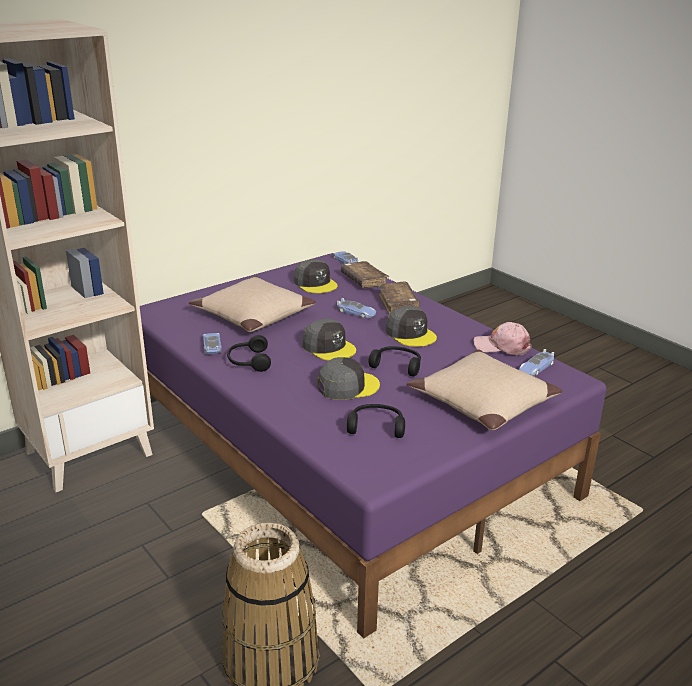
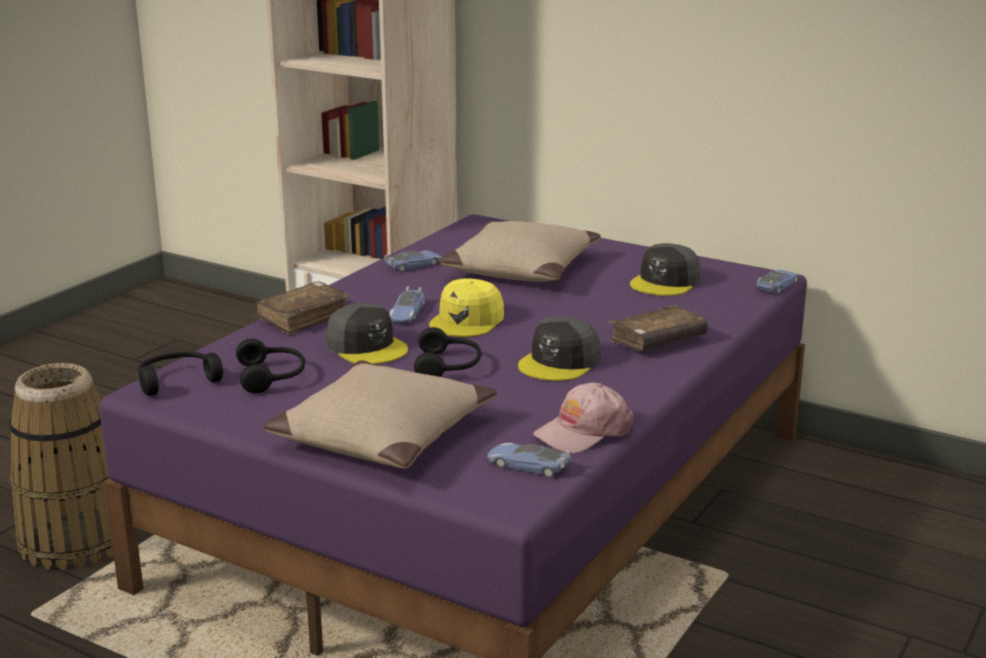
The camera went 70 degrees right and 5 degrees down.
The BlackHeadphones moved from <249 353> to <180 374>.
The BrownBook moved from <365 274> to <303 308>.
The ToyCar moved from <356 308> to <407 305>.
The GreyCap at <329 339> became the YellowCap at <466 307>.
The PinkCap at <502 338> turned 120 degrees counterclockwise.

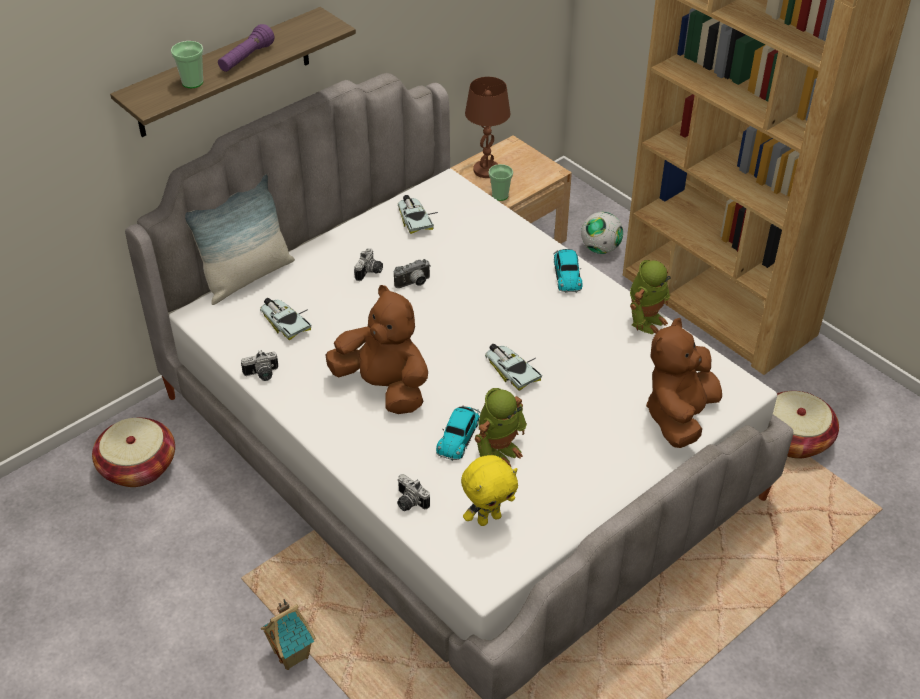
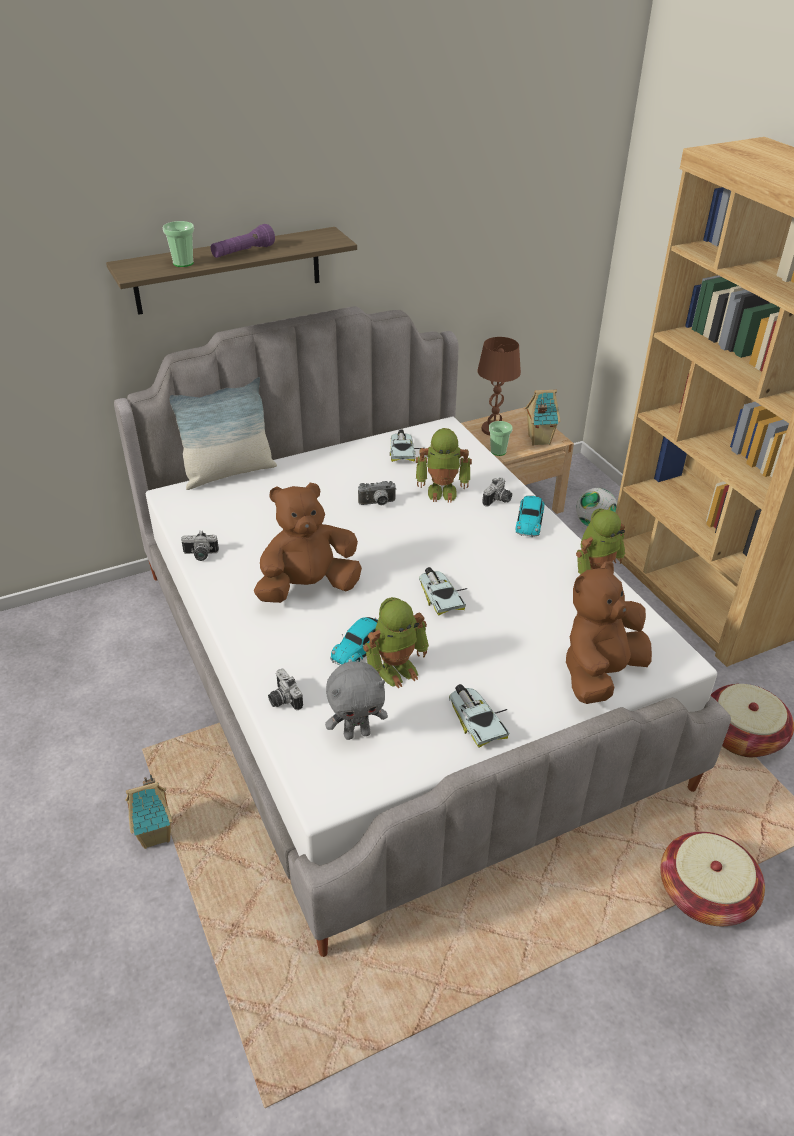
The camera went 15 degrees right and 5 degrees down.
The BrownPlushToy at <376 349> turned 75 degrees counterclockwise.
The YellowPlushToy at <489 490> became the GreyPlushToy at <356 700>.
The ToyRobot at <444 465> appeared.
The ToyCar moved from <285 319> to <479 715>.
The PhotoCamera moved from <368 264> to <497 492>.
The ToyHouse at <542 417> appeared.
The Basket moved from <133 452> to <712 879>.

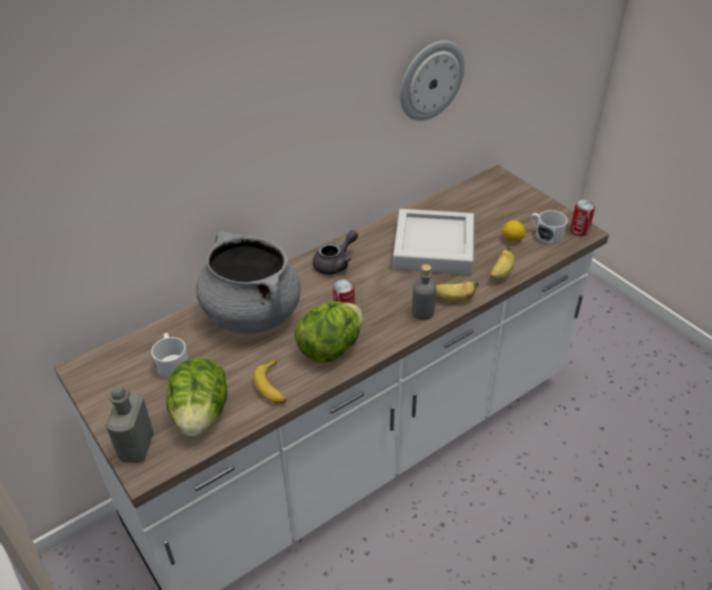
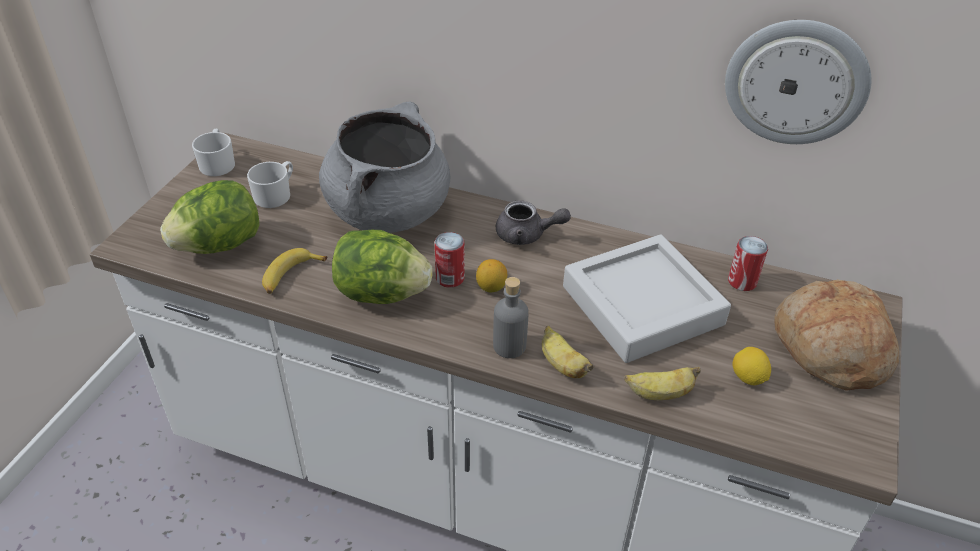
The camera went 55 degrees right and 0 degrees up.
The WhiteMug moved from <549 227> to <213 152>.
The Lemon at <491 275> appeared.
The Can moved from <582 218> to <748 263>.
The Bread at <837 335> appeared.
The GreyBottle at <130 424> disappeared.

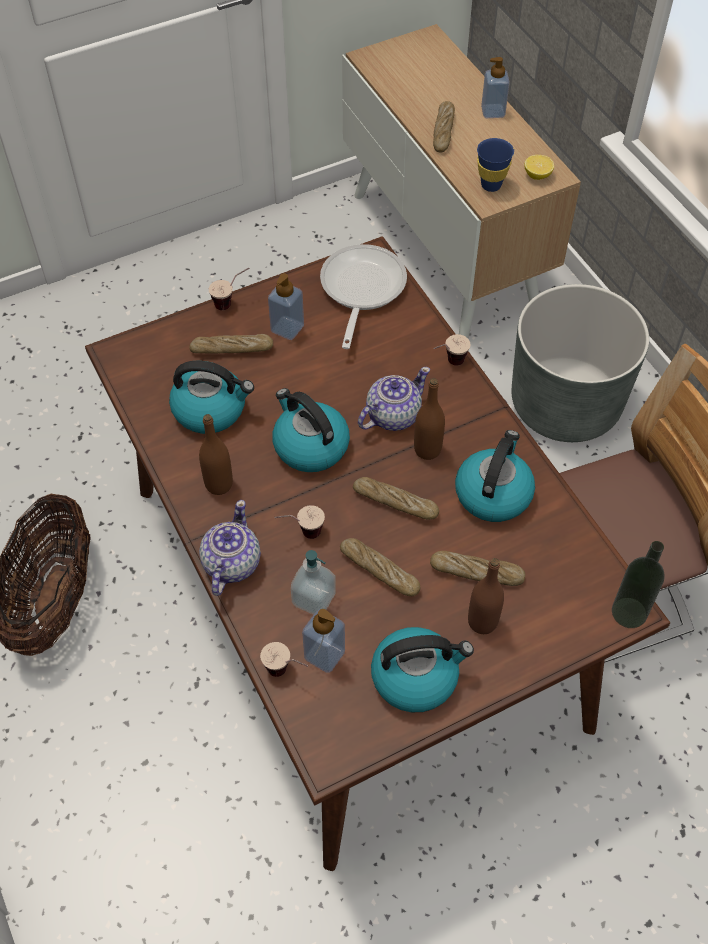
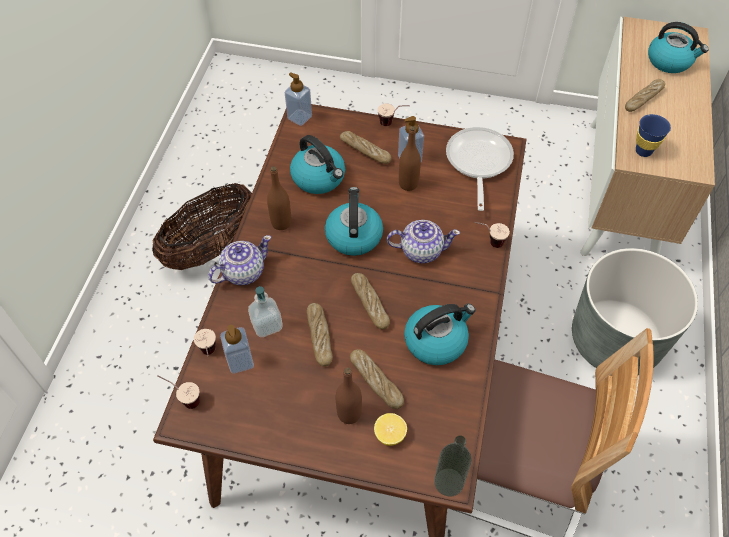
The camera went 40 degrees right and 0 degrees up.
The Cup moved from <299 522> to <178 392>.
The SoapDispenser moved from <495 87> to <298 99>.
The Lemon moved from <539 167> to <390 429>.
The BrownBottle moved from <429 419> to <410 158>.
The FryingPan at <363 296> turned 45 degrees counterclockwise.
The Kettle moved from <422 669> to <678 47>.

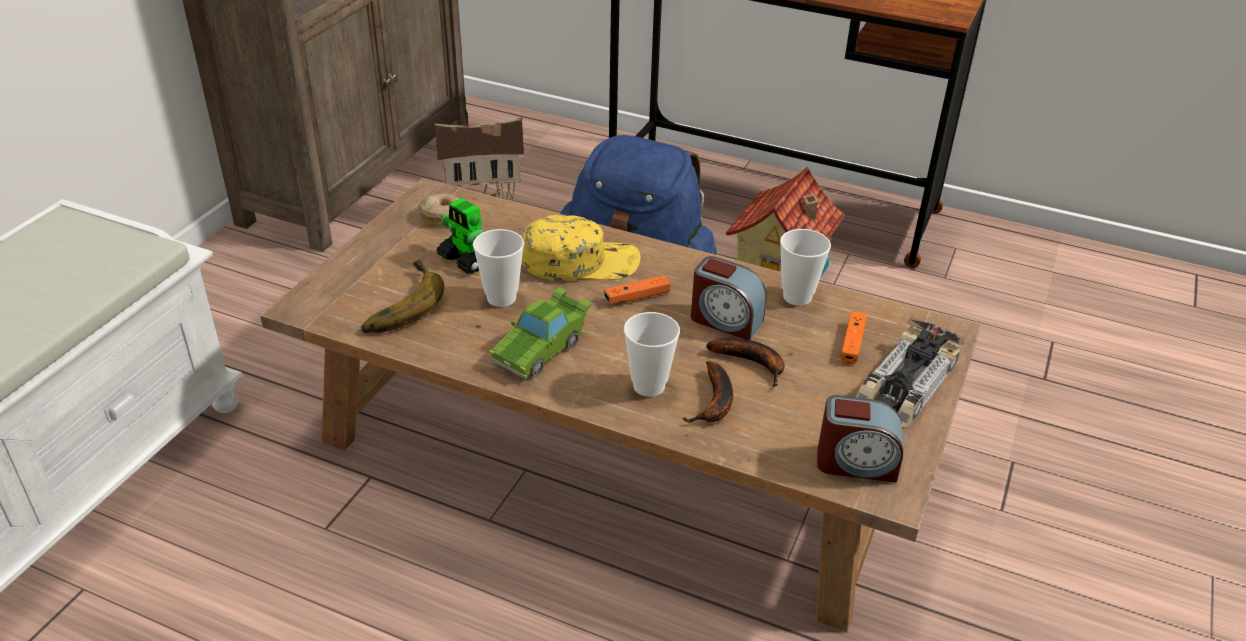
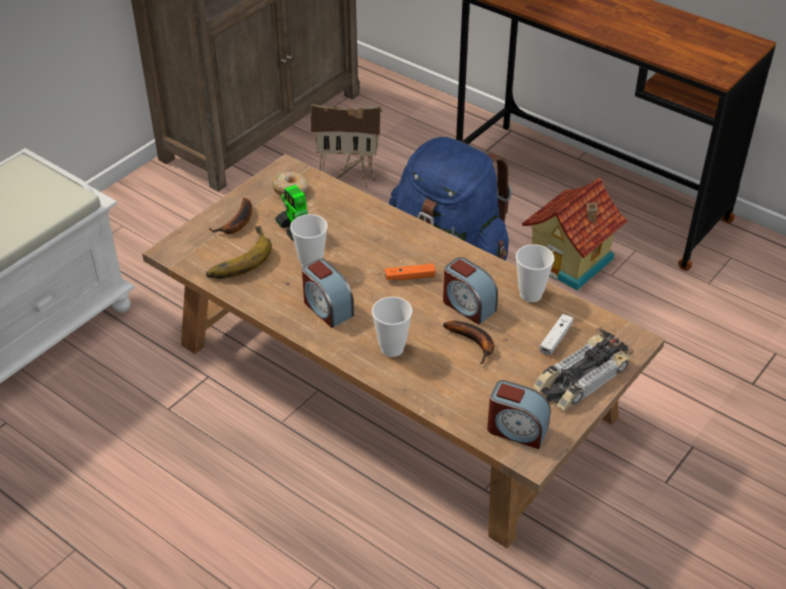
The camera went 15 degrees right and 5 degrees up.
The Banana moved from <707 392> to <230 216>.
The GreenToyCar at <540 333> was replaced by the AlarmClock at <328 293>.
The OrangeGameController at <853 337> became the WhiteGameController at <556 335>.
The YellowCap at <581 248> disappeared.

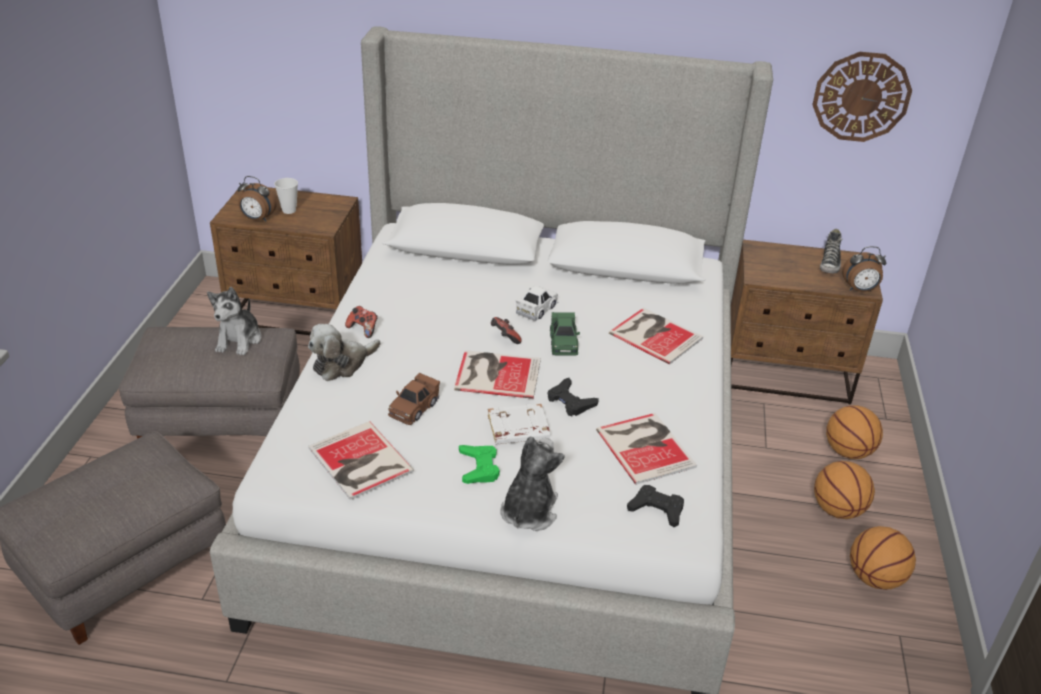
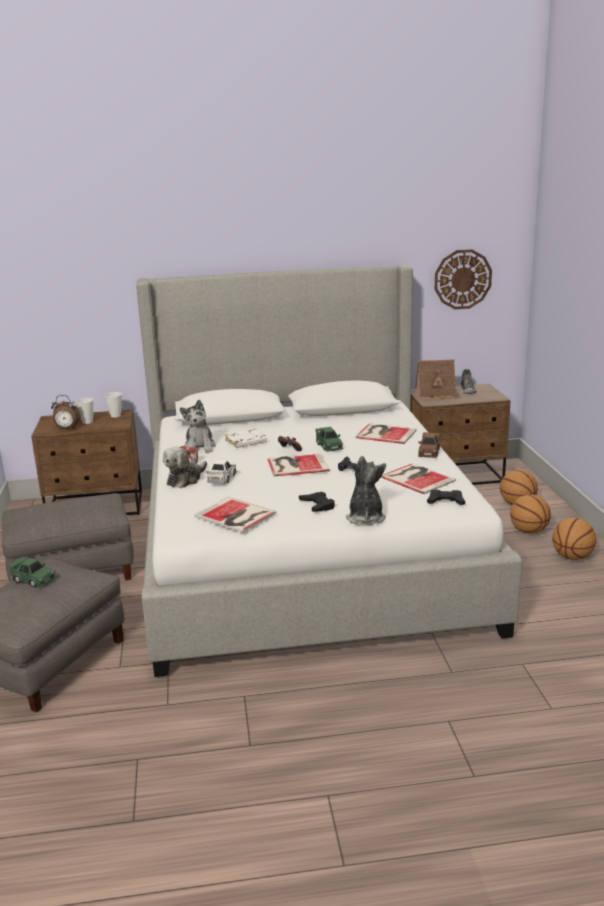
The camera went 15 degrees left and 15 degrees down.
The GreenToyCar at <32 572> appeared.
The Cup at <113 405> appeared.
The PlushToy moved from <234 321> to <198 426>.
The WhiteToyCar moved from <537 303> to <221 472>.
The WhiteBook moved from <519 424> to <246 438>.
The GreenGameController at <479 464> became the BlackGameController at <317 502>.
The ToyHouse at <438 379> appeared.
The BrownToyCar moved from <414 399> to <429 445>.
The AlarmClock at <864 269> disappeared.

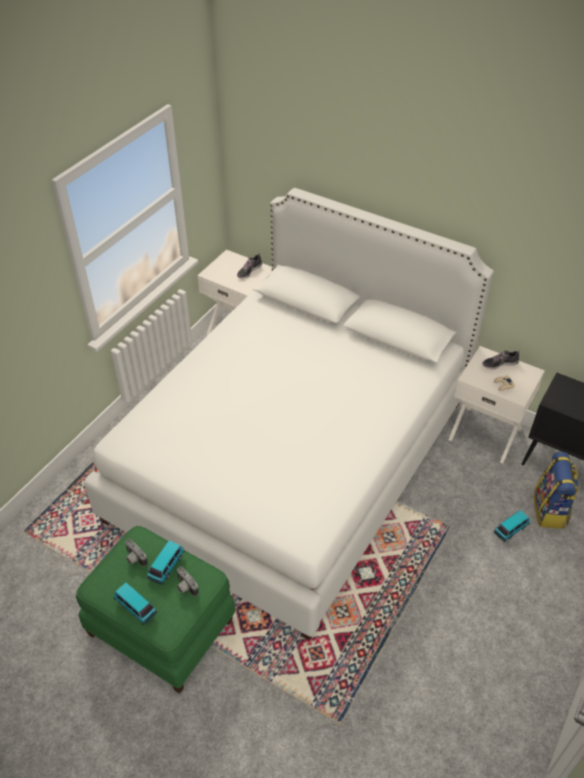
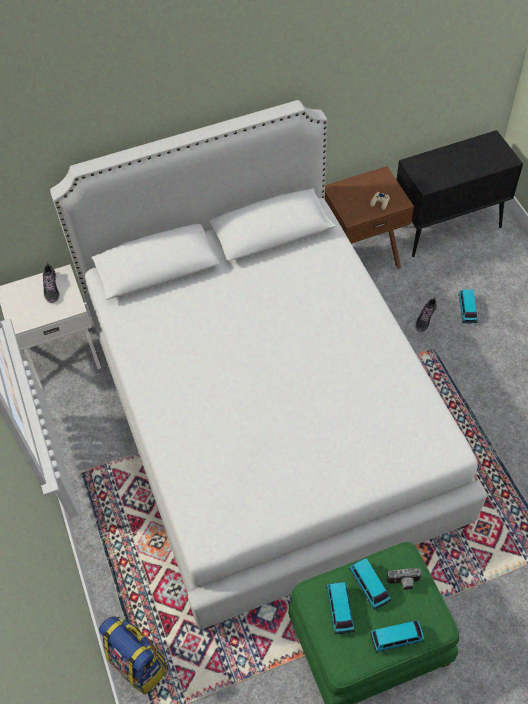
The camera went 50 degrees left and 10 degrees up.
The Backpack moved from <556 490> to <133 655>.
The WhiteNightstand at <497 405> became the BrownNightstand at <369 217>.
The PhotoCamera at <136 553> was replaced by the ToyCar at <340 608>.
The Shoe moved from <501 359> to <426 314>.

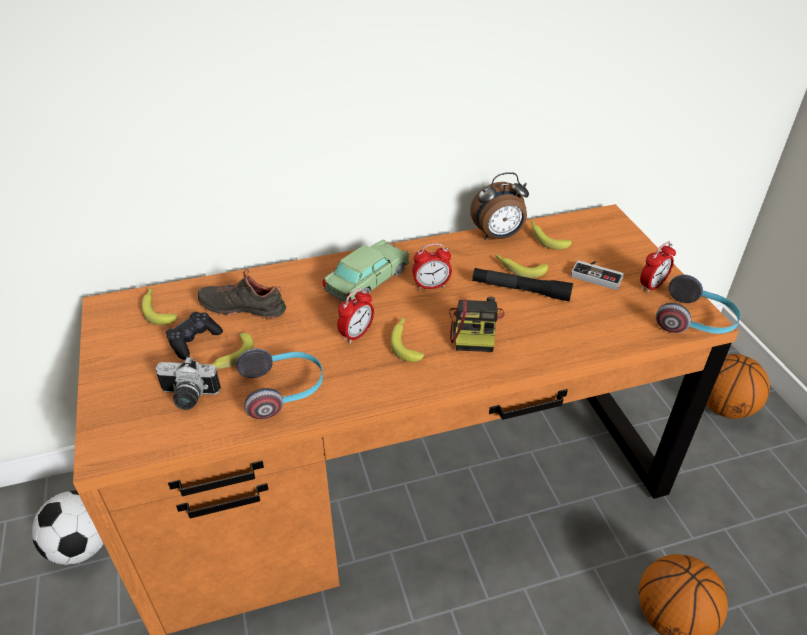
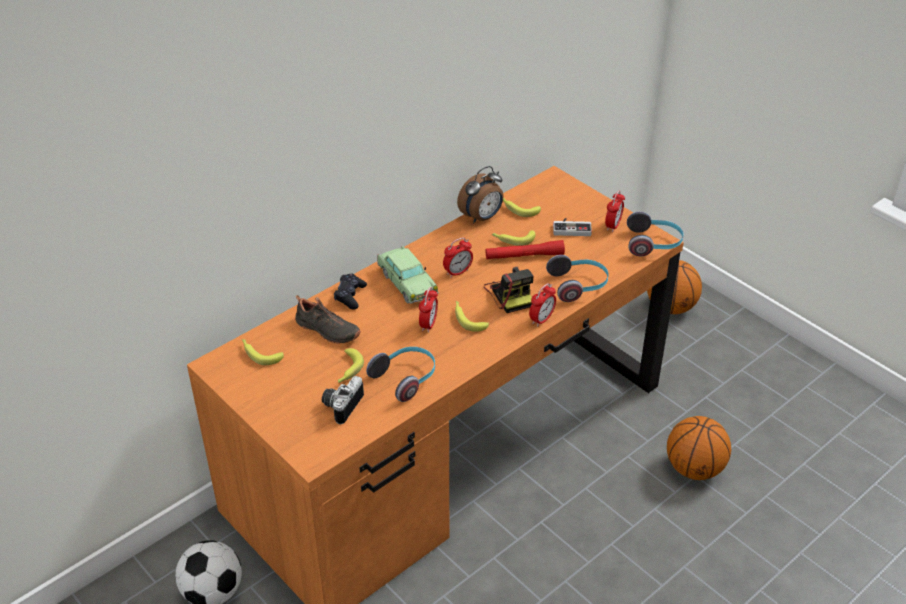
The camera went 25 degrees left and 0 degrees up.
The BlackShoe at <241 294> turned 135 degrees counterclockwise.
The PhotoCamera at <188 383> turned 135 degrees clockwise.
The BlackGameController moved from <194 336> to <350 291>.
The ToyCar at <366 271> turned 135 degrees clockwise.
The BlackFlashlight at <522 285> became the RedFlashlight at <525 249>.
The AlarmClock at <542 305> appeared.
The Headphones at <577 278> appeared.

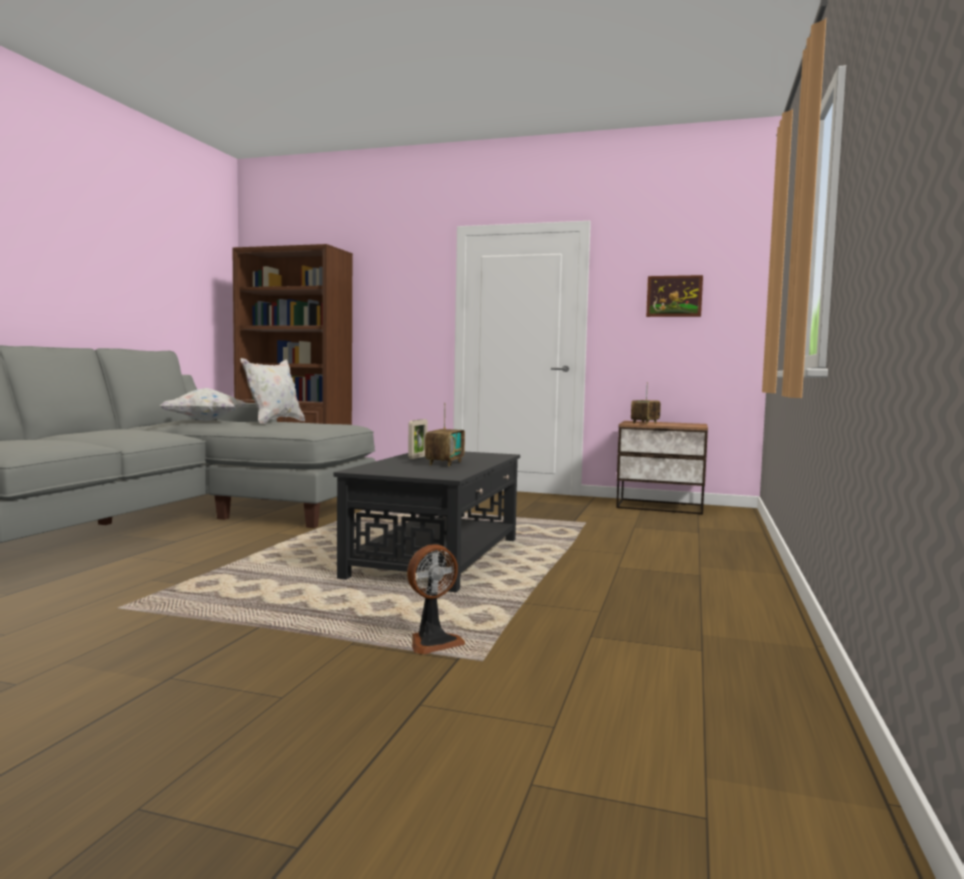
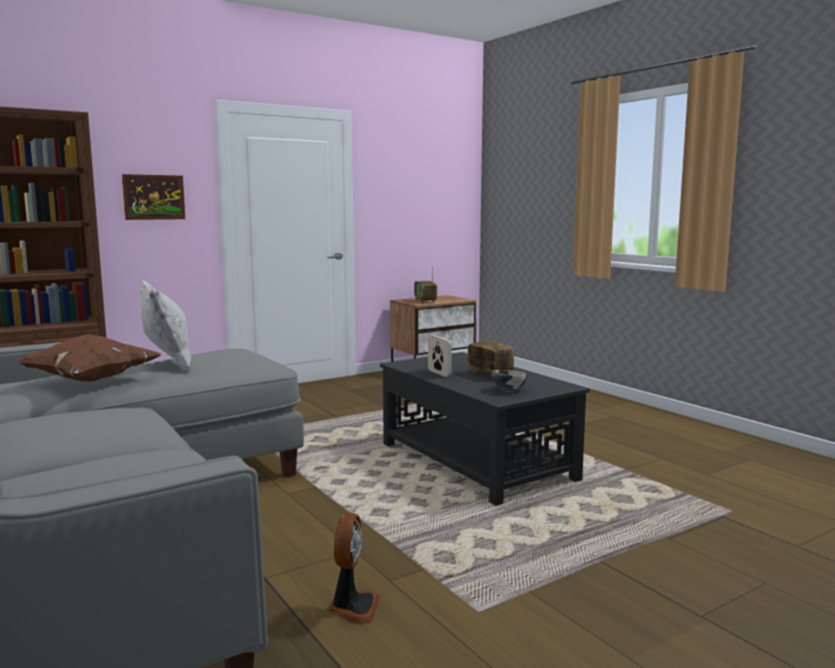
The camera went 50 degrees left and 5 degrees up.
The WhitePillow at <203 404> became the BrownPillow at <88 357>.
The Picture moved from <674 296> to <153 197>.
The Fan moved from <436 599> to <354 569>.
The Bowl at <509 380> appeared.

